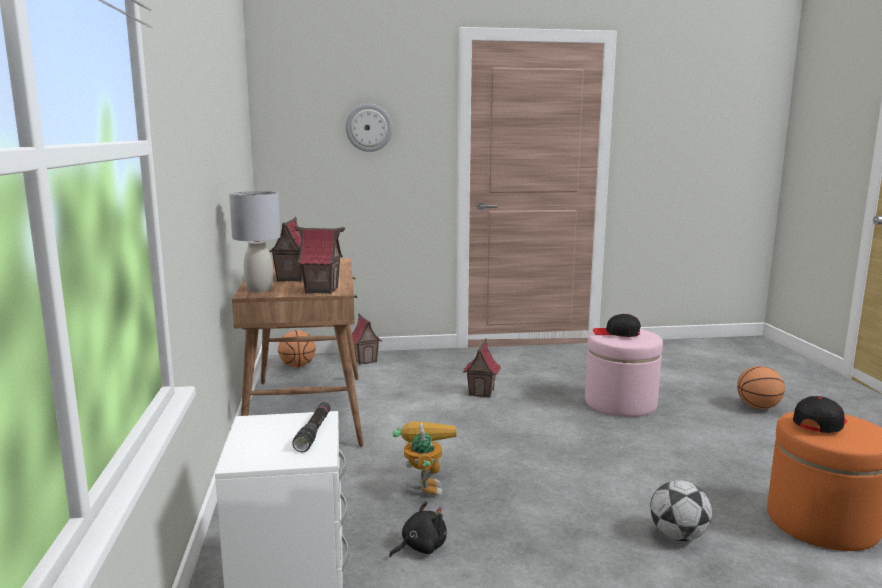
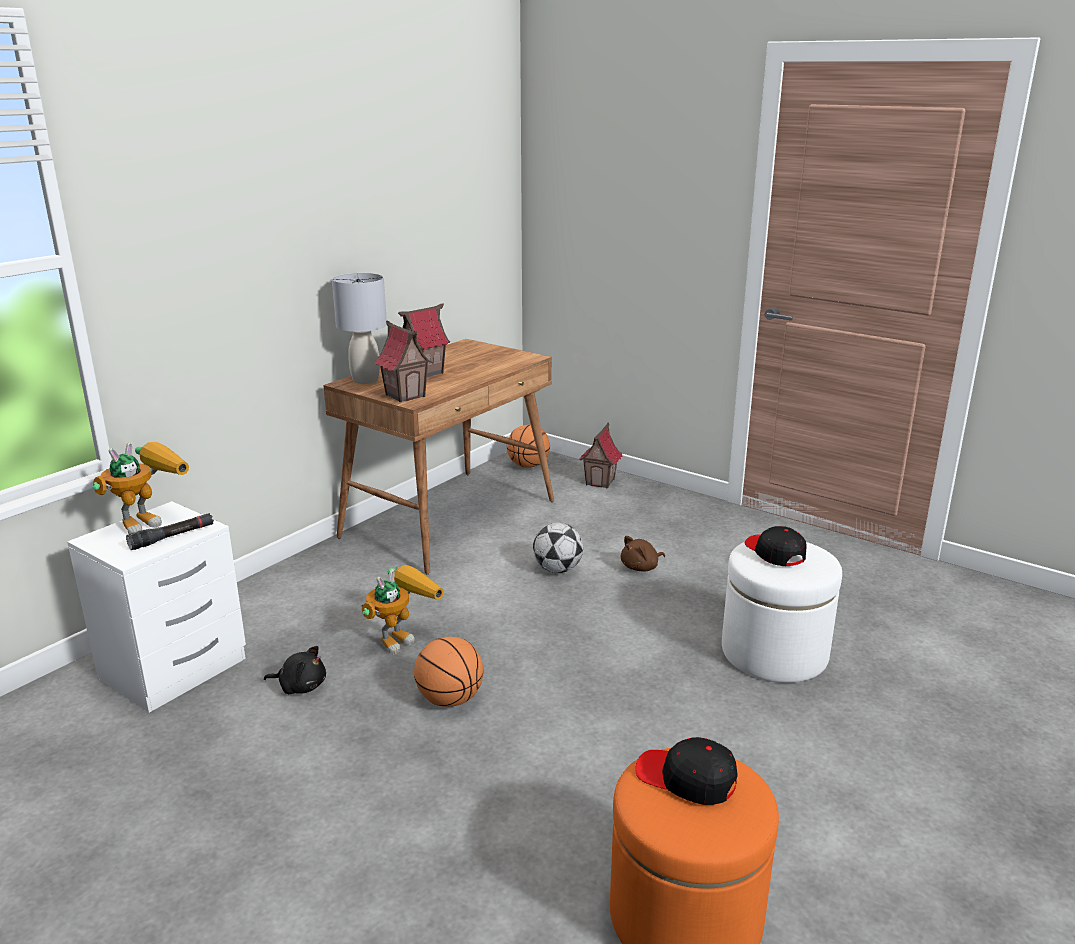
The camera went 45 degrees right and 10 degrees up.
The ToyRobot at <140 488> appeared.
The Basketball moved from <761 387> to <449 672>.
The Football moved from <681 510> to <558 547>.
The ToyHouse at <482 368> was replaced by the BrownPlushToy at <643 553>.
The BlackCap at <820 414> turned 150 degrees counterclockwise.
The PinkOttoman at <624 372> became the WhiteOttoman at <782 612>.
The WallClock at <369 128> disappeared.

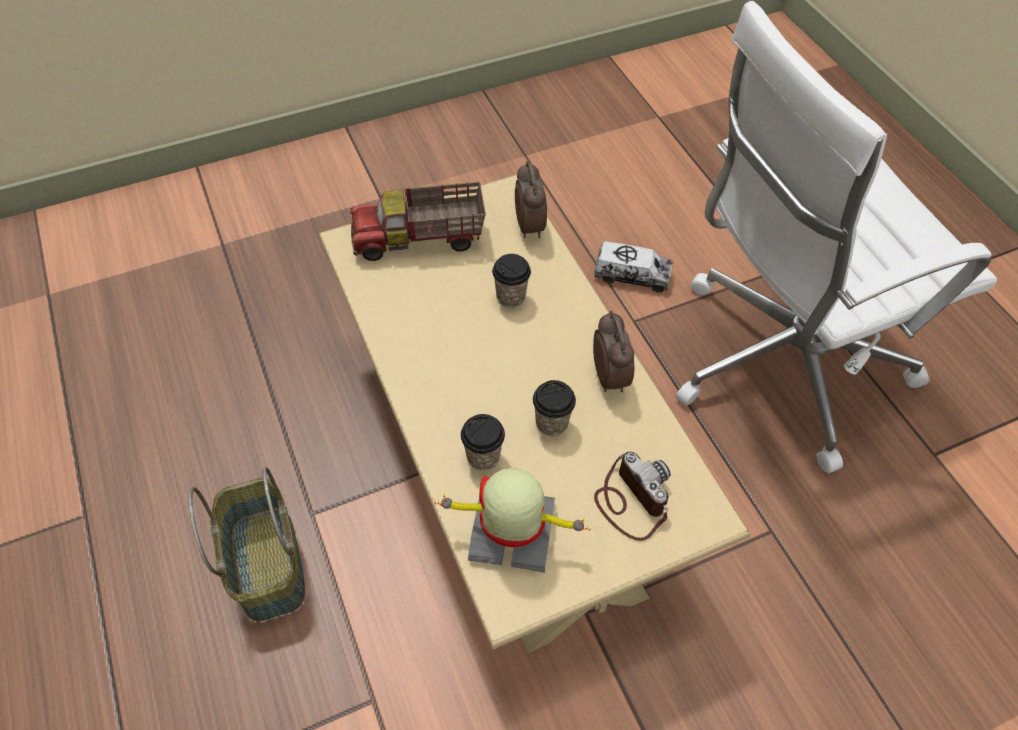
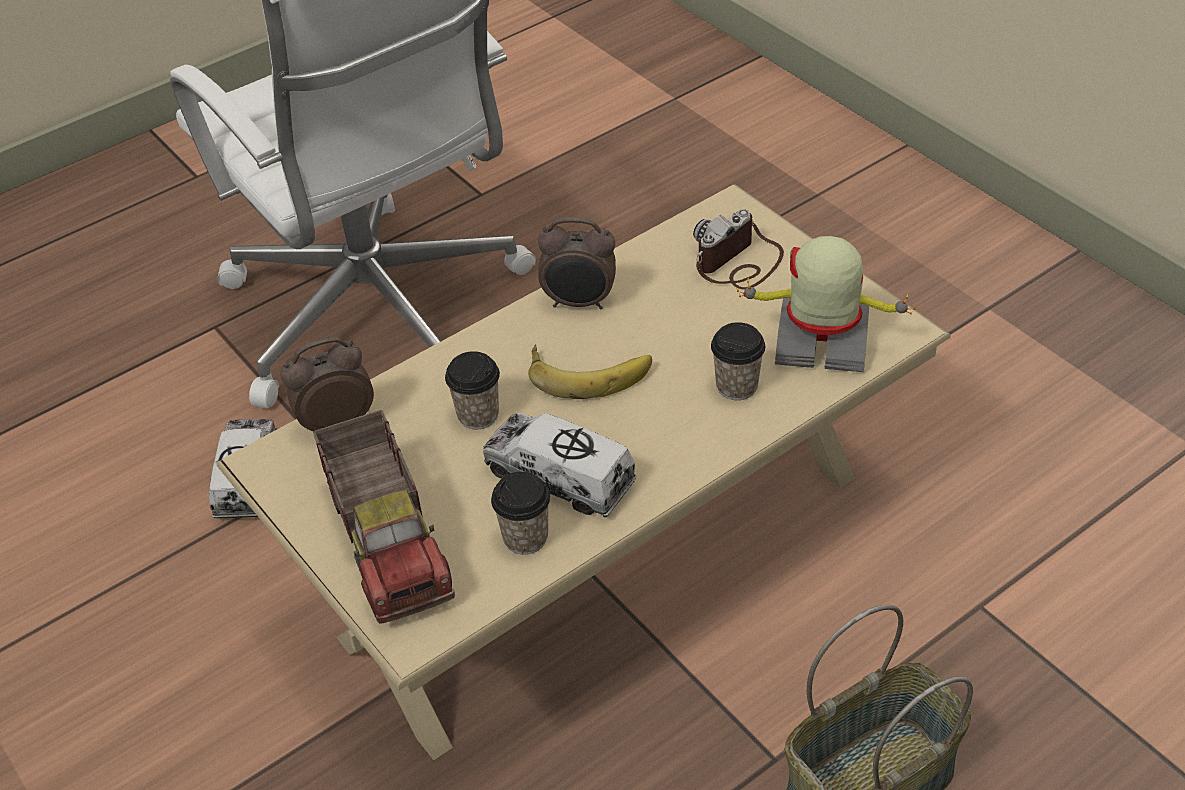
The camera went 100 degrees left and 10 degrees down.
The ToyTruck at <560 465> appeared.
The Cup moved from <554 408> to <520 513>.
The Banana at <590 371> appeared.
The AlarmClock at <613 351> turned 150 degrees counterclockwise.
The ToyRobot at <513 520> turned 105 degrees clockwise.

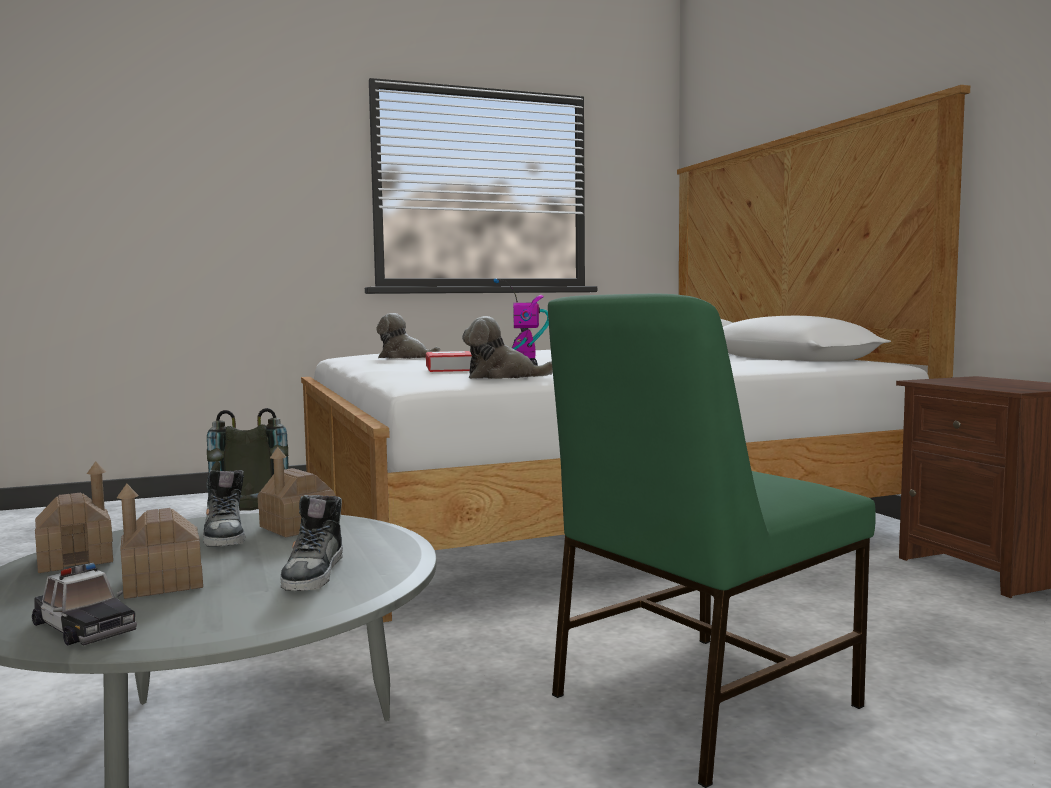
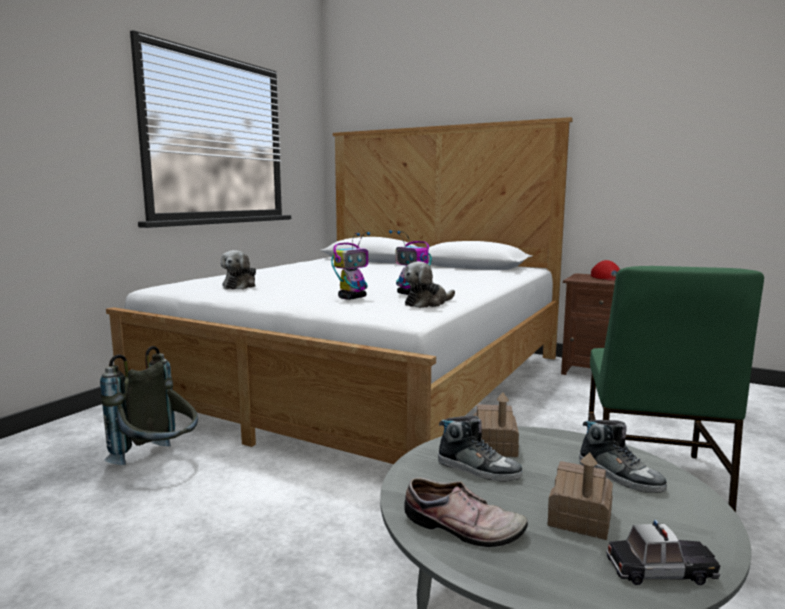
The camera went 40 degrees left and 5 degrees up.
The PlushToy at <408 336> turned 60 degrees counterclockwise.
The Book at <449 361> was replaced by the ToyRobot at <350 266>.
The ToyHouse at <74 517> was replaced by the Shoe at <466 512>.
The RedCap at <605 270> appeared.

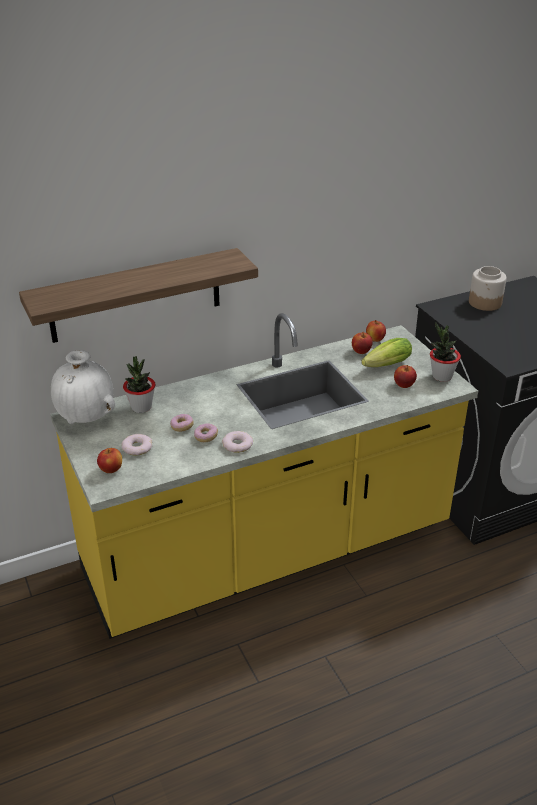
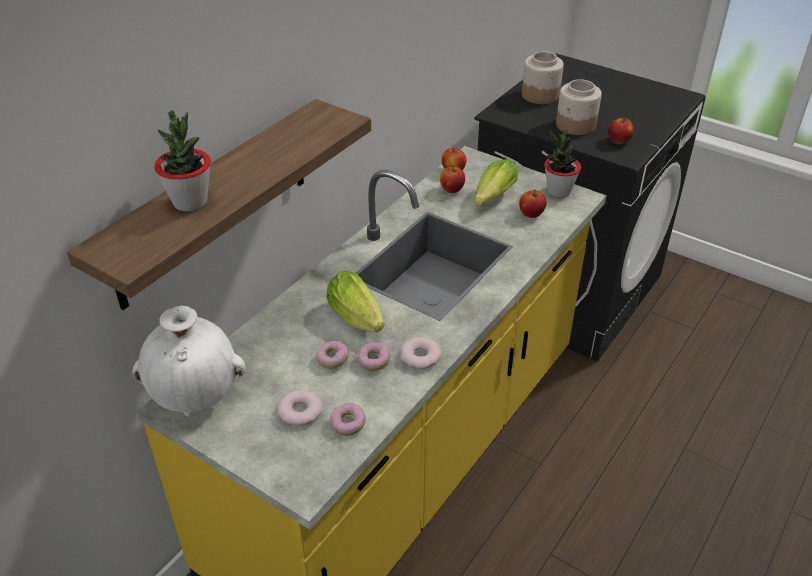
The camera went 30 degrees left and 5 degrees up.
The PottedPlant moved from <139 384> to <182 160>.
The Lettuce at <355 301> appeared.
The Donut at <348 419> appeared.
The Jar at <579 107> appeared.
The Apple moved from <109 460> to <621 131>.

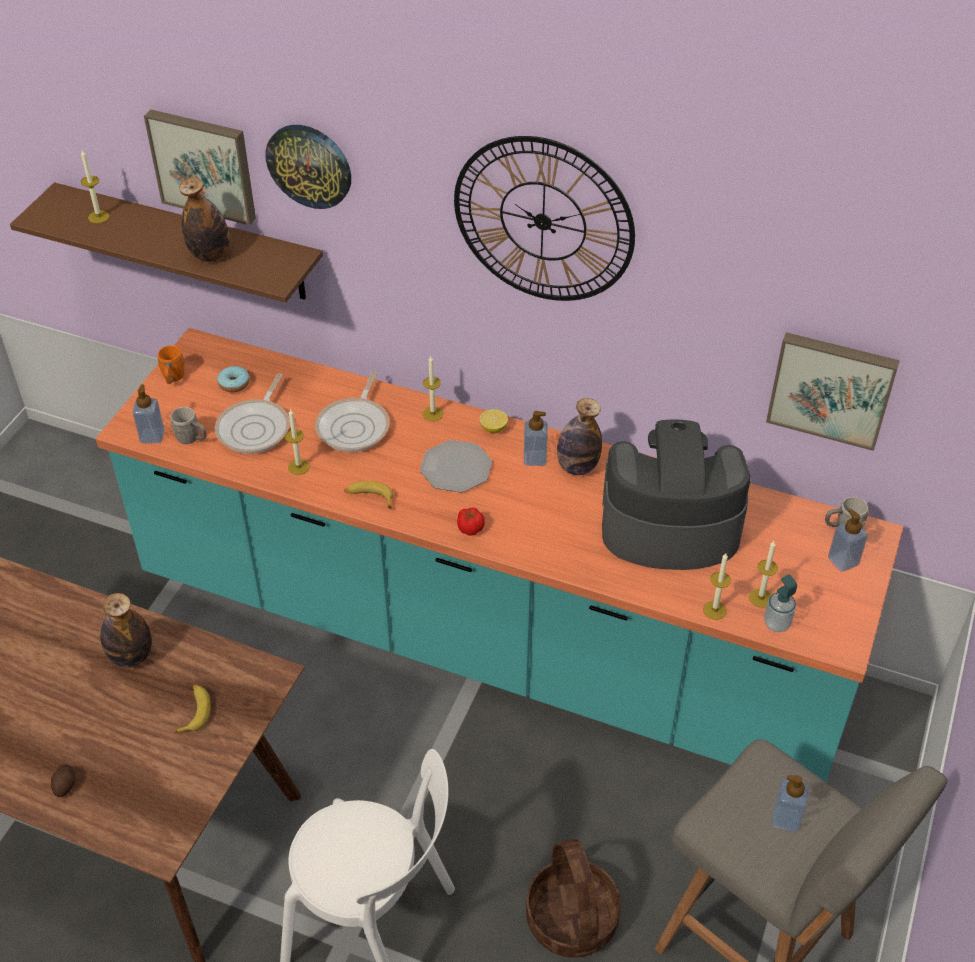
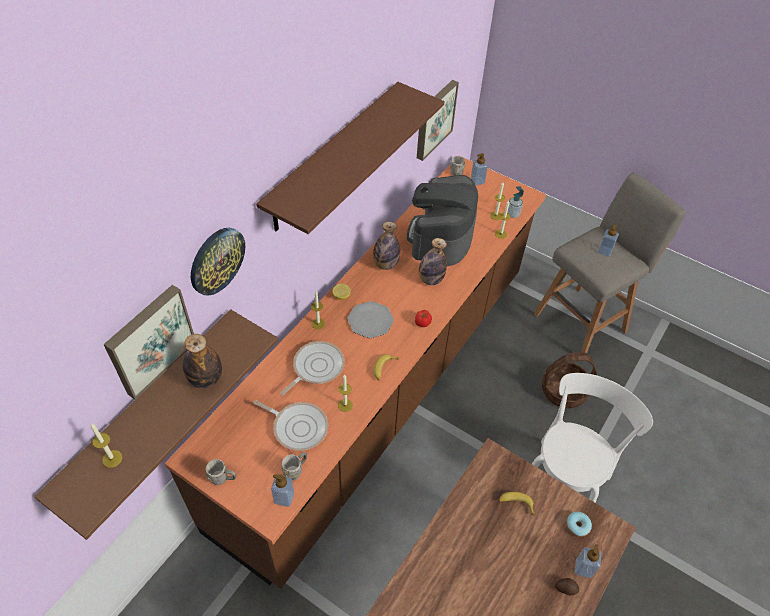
The camera went 80 degrees left and 5 degrees up.
The TurquoiseCounter at <499 555> became the BrownCounter at <355 373>.
The OrangeMug at <171 364> became the GreyMug at <220 472>.
The WallClock at <544 218> was replaced by the BrownShelf at <350 158>.
The FryingPan at <352 411> turned 75 degrees counterclockwise.
The Bottle moved from <126 630> to <433 261>.
The Donut moved from <233 379> to <579 524>.
The SoapDispenser moved from <536 438> to <588 561>.

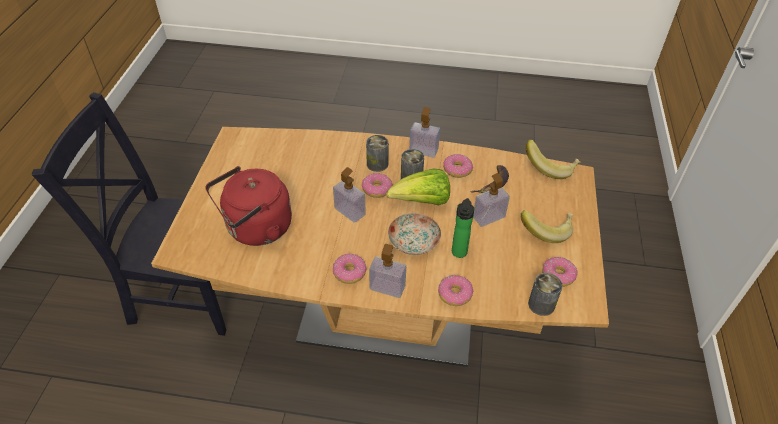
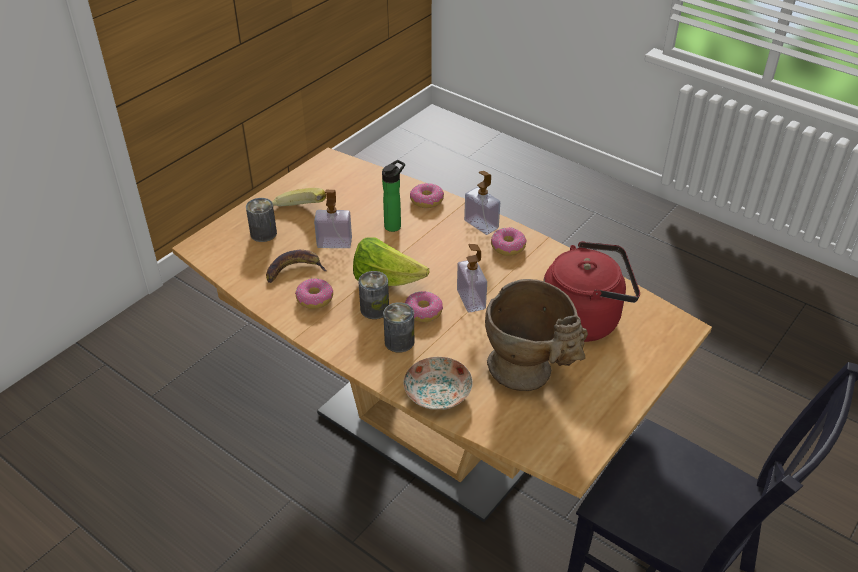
The camera went 150 degrees left and 5 degrees down.
The Can moved from <545 294> to <261 220>.
The Plate moved from <414 234> to <438 383>.
The BeigeVase at <536 335> appeared.
The SoapDispenser at <424 132> disappeared.
The Banana at <552 159> disappeared.
The Donut at <560 272> disappeared.

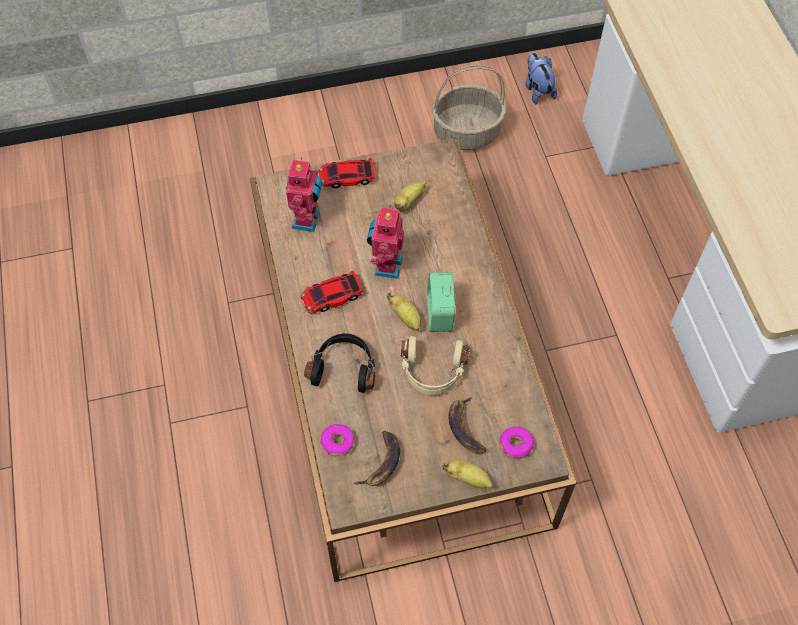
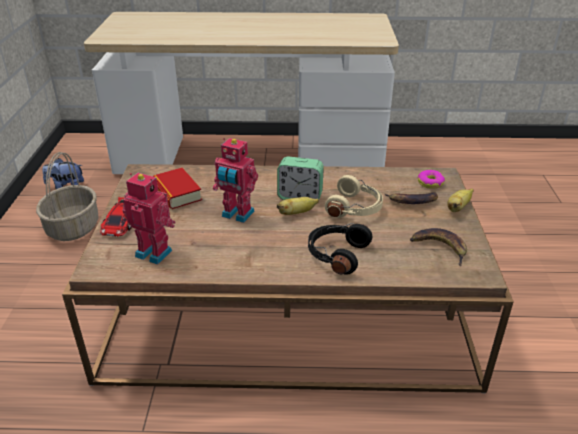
The camera went 75 degrees left and 25 degrees down.
The Banana at <410 196> was replaced by the Book at <177 188>.
The ToyCar at <332 292> disappeared.
The Donut at <337 440> disappeared.

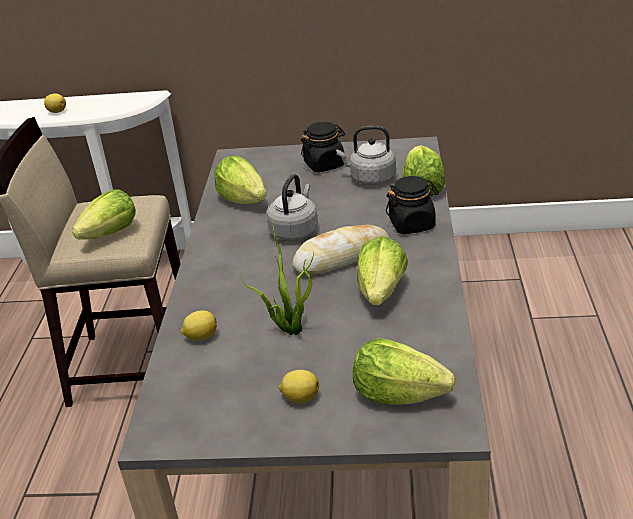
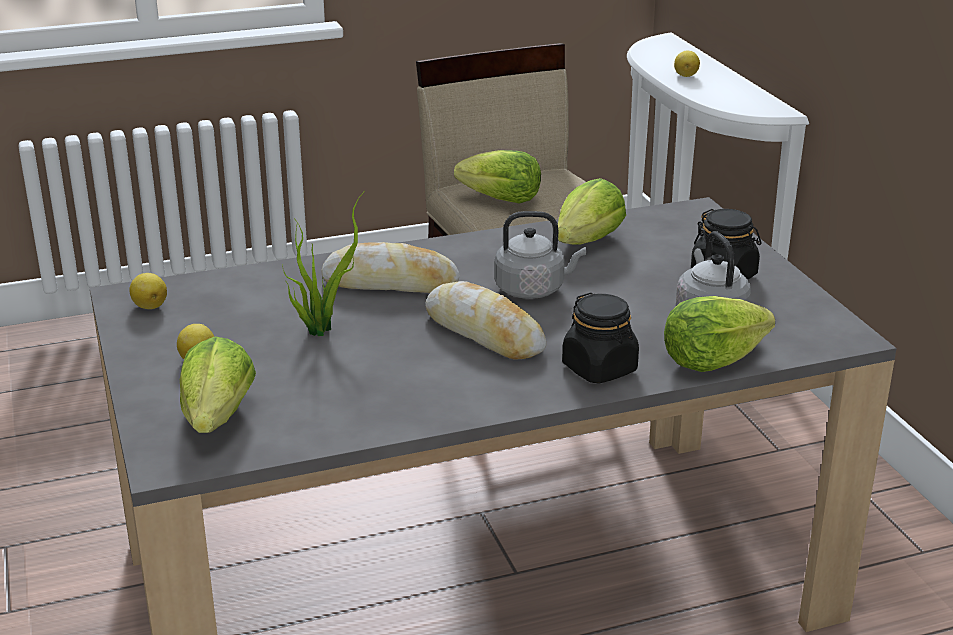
The camera went 65 degrees right and 5 degrees down.
The Lemon moved from <199 325> to <148 291>.
The Bread at <391 267> appeared.
The Lettuce at <382 270> disappeared.

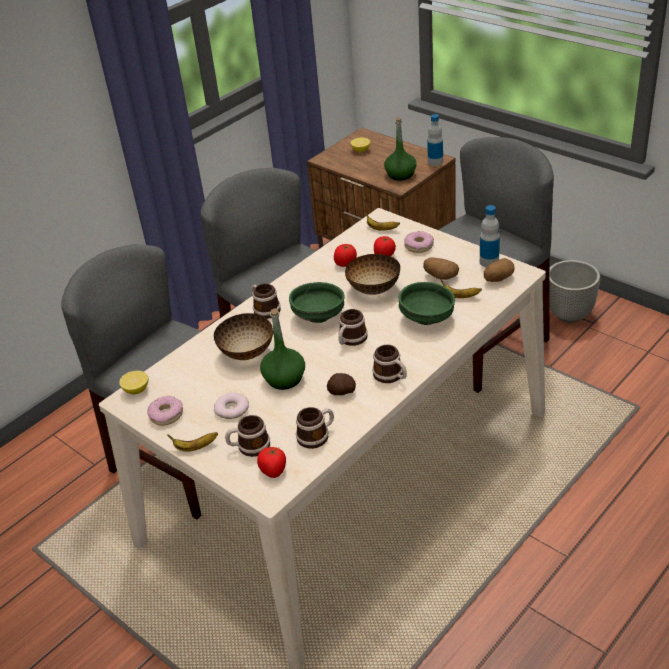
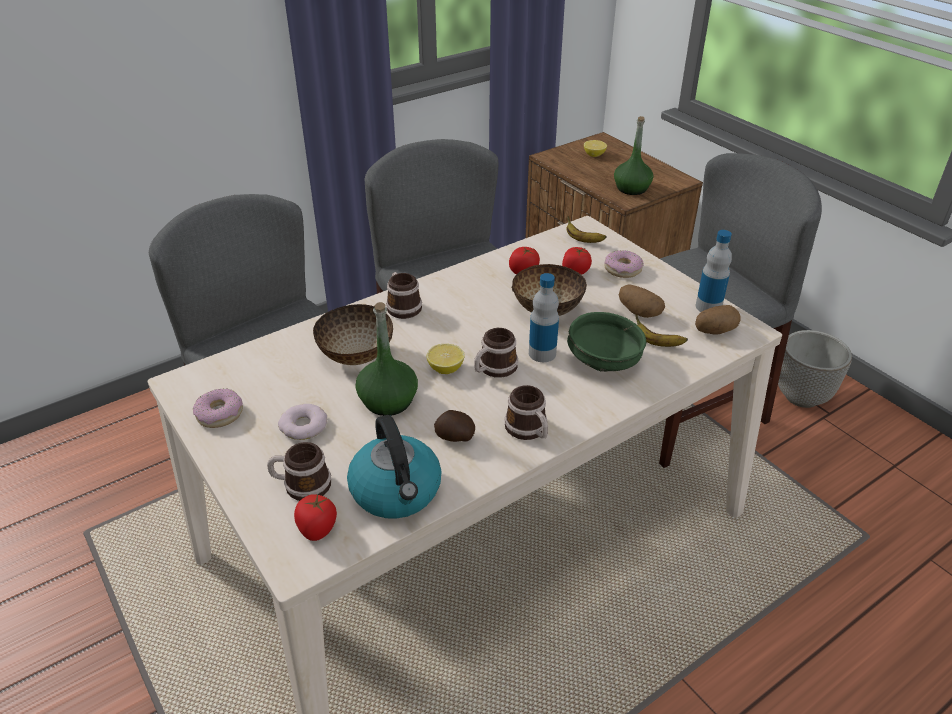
The camera went 10 degrees right and 0 degrees up.
The Mug at <315 428> was replaced by the Kettle at <394 467>.
The Lemon moved from <133 383> to <446 359>.
The Bottle moved from <435 140> to <544 317>.
The Banana at <192 442> disappeared.
The GreenBowl at <317 302> disappeared.

